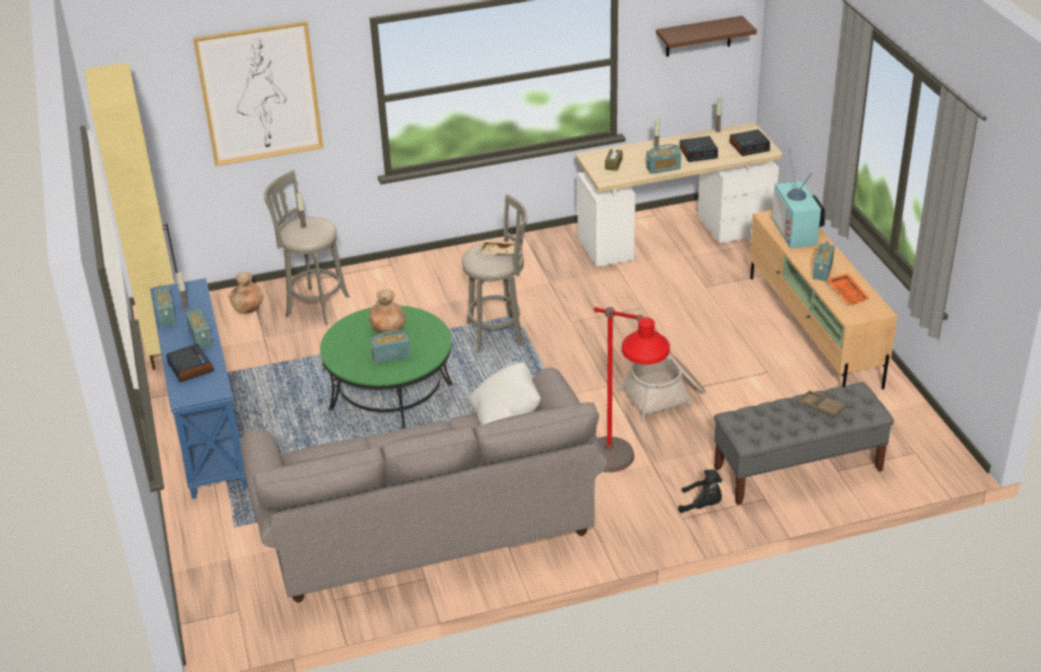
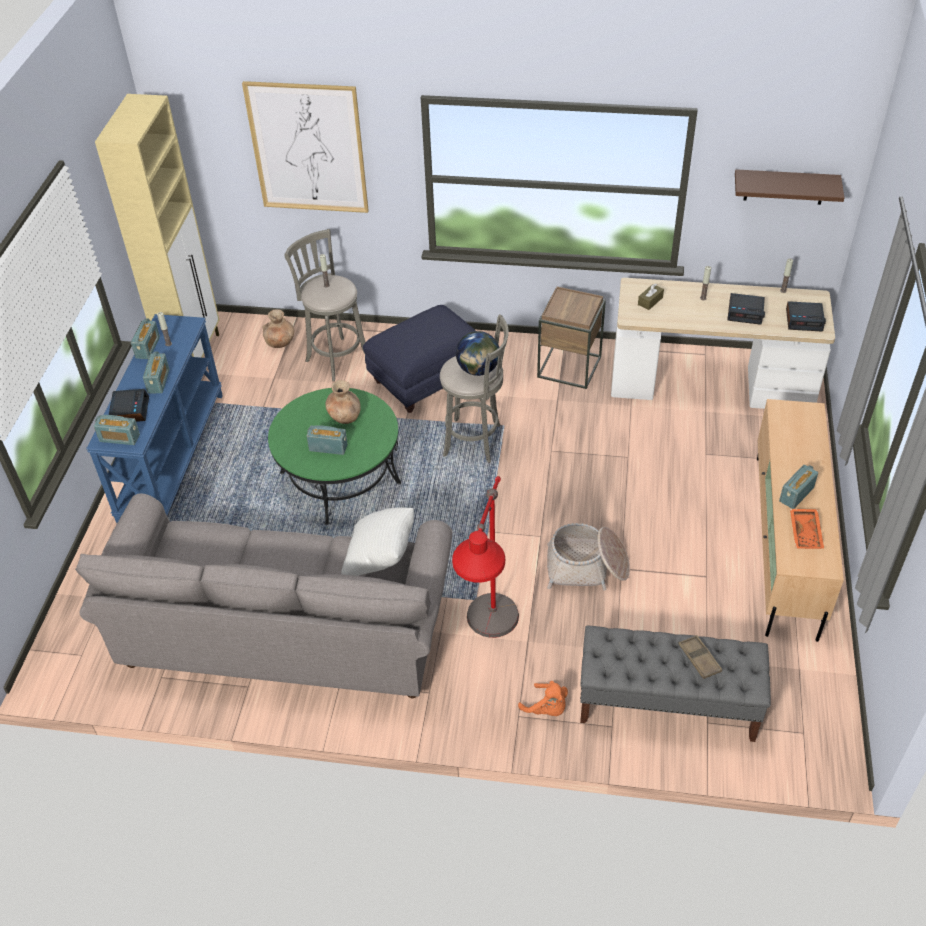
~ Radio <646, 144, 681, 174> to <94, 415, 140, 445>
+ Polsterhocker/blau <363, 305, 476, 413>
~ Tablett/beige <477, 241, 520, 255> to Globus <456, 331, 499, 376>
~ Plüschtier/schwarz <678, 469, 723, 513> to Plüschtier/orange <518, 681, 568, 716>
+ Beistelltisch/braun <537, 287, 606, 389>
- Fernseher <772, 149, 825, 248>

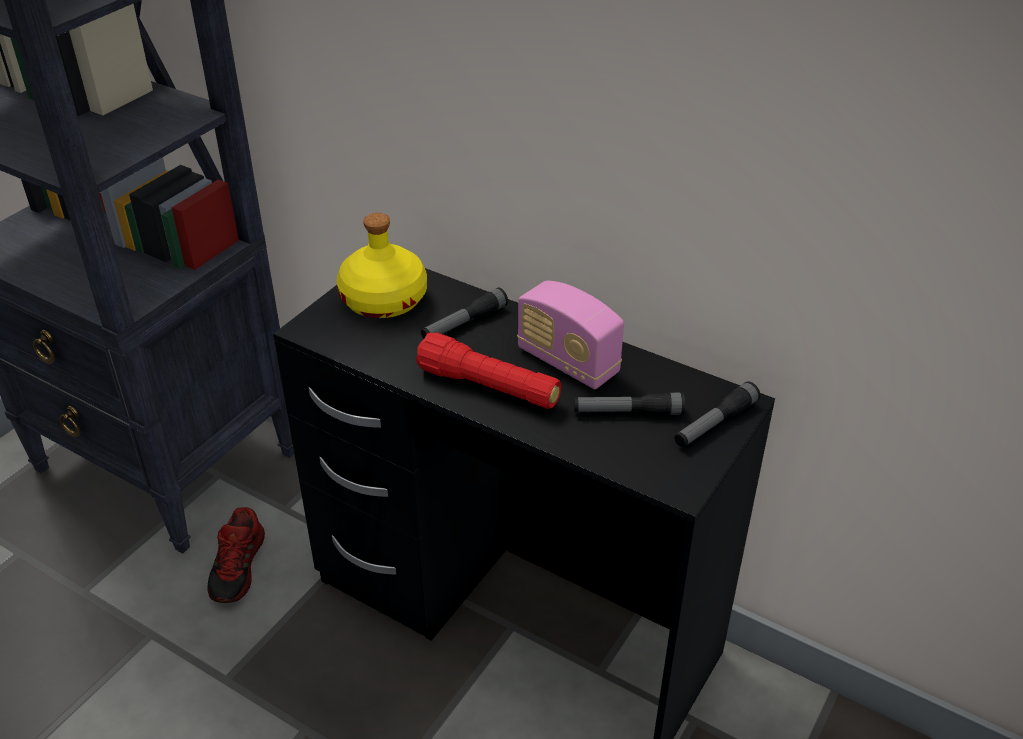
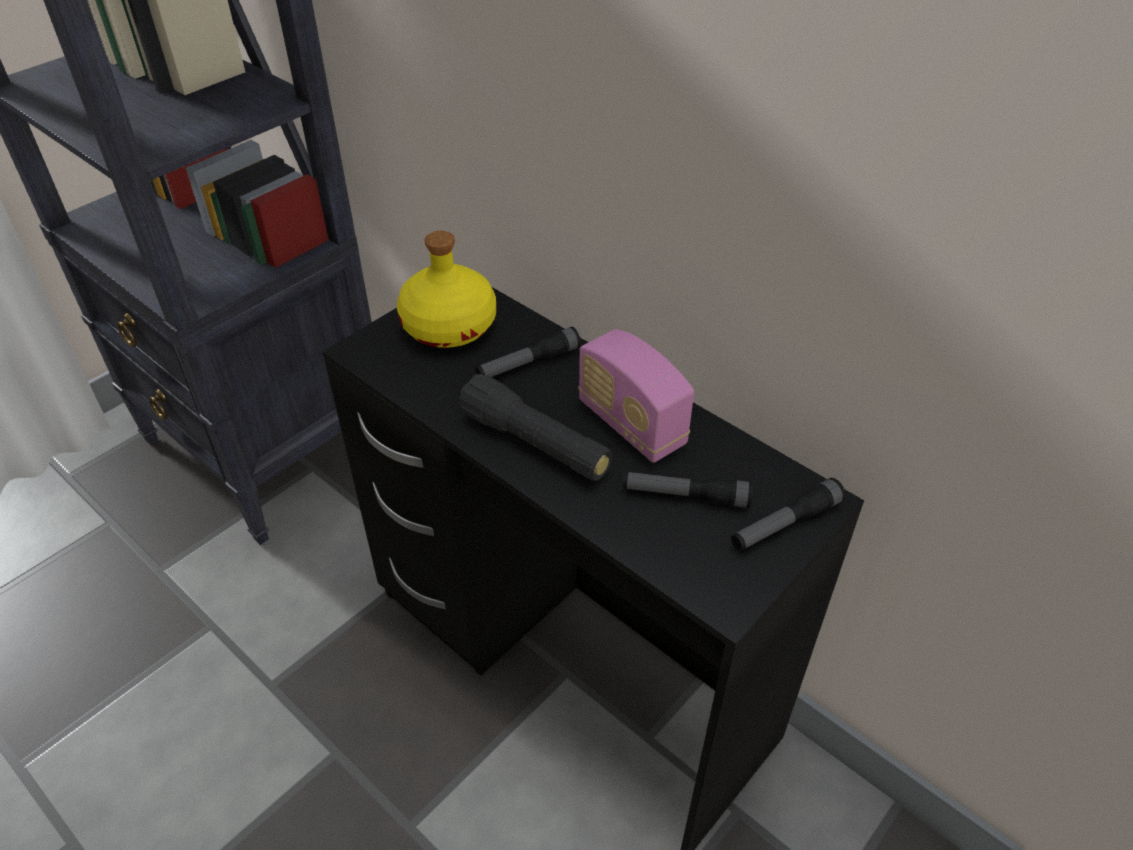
~ Taschenlampe/rot <416, 333, 562, 409> to Taschenlampe/schwarz <458, 374, 612, 481>
- Schuh <207, 507, 265, 603>

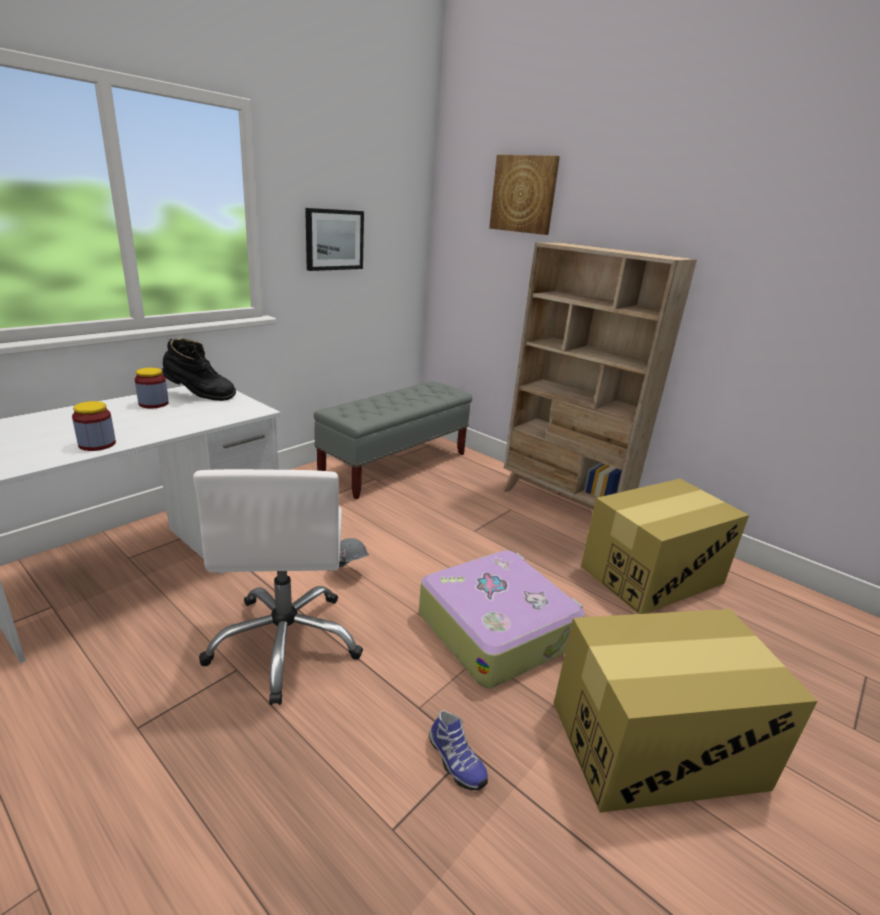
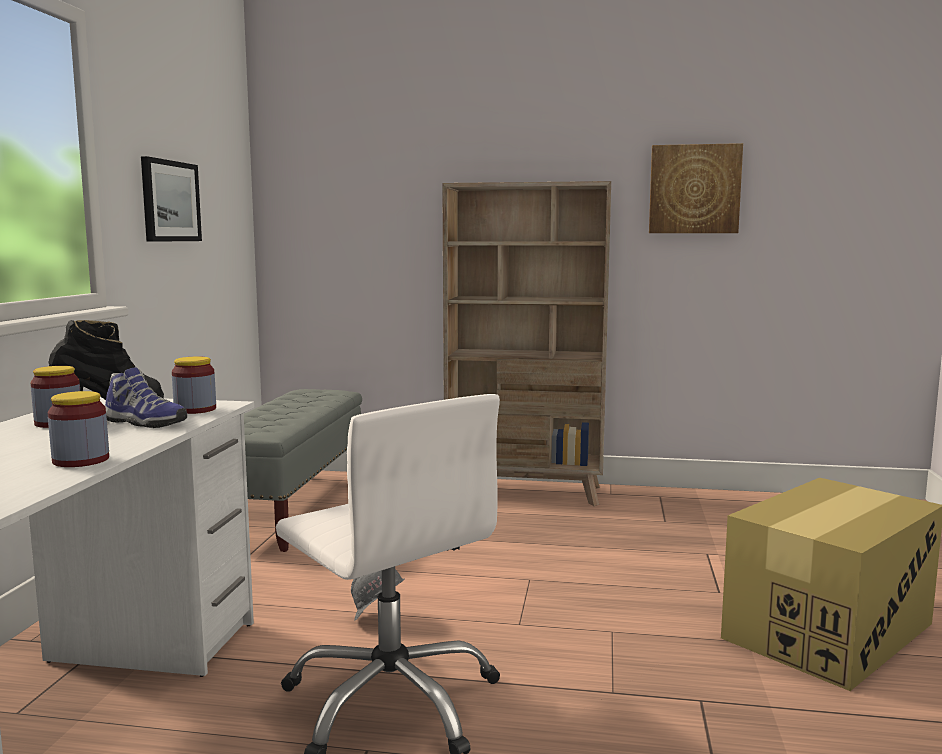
~ Schuh <429, 710, 488, 790> to <105, 367, 187, 428>
+ Vorratsglas <172, 357, 216, 414>
~ Bild <489, 155, 560, 235> to <649, 143, 743, 233>
- Koffer <419, 550, 585, 688>
- Karton <581, 479, 749, 614>

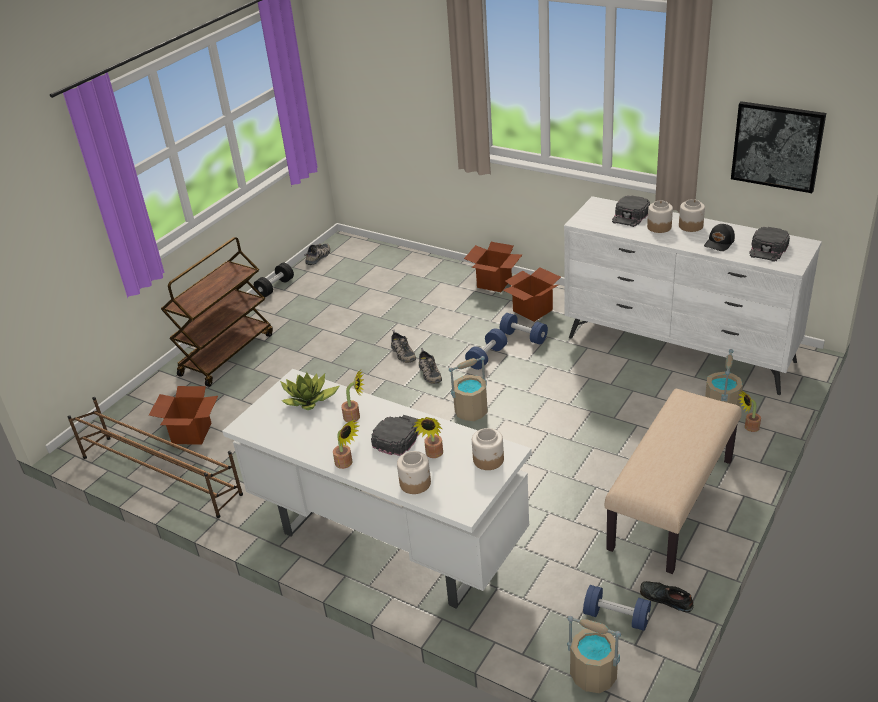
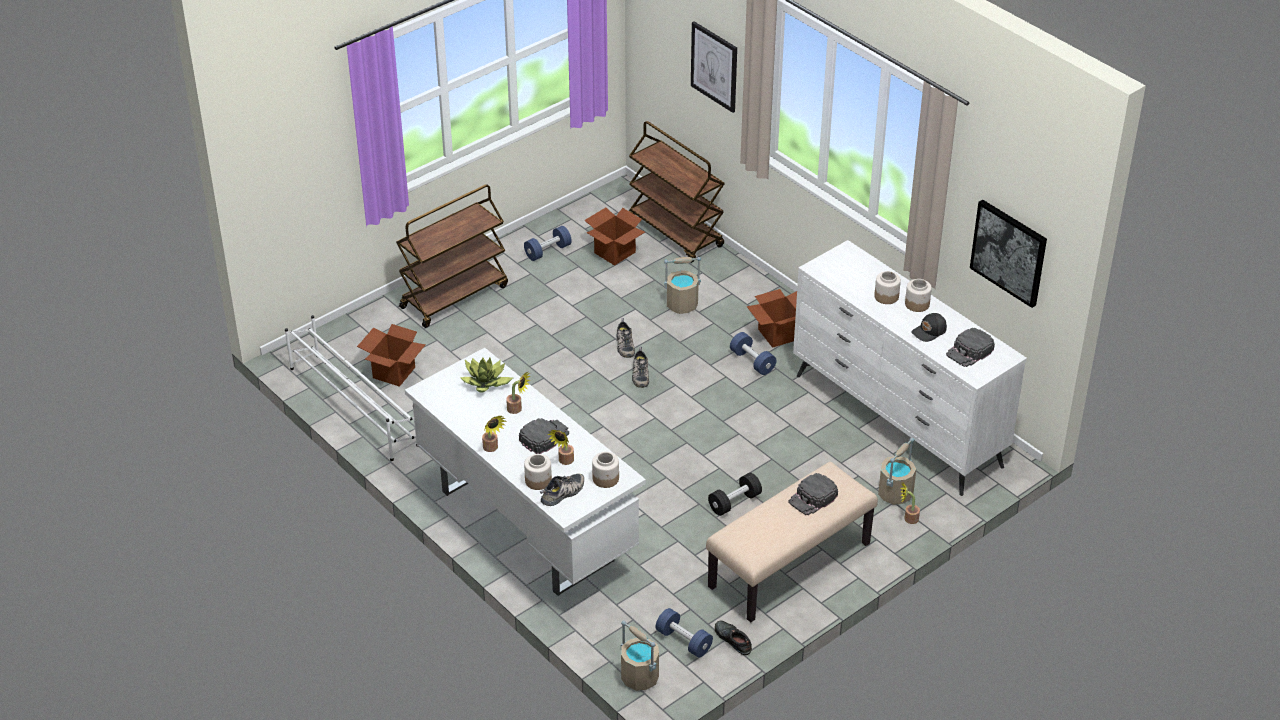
~ Schuhregal/braun <68, 397, 243, 518> to Schuhregal/weiß <285, 315, 418, 461>
~ Hantel/blau <465, 328, 507, 370> to <524, 226, 572, 261>
~ Schuh <304, 243, 330, 265> to <540, 474, 584, 506>
~ Karton <464, 242, 522, 292> to <585, 207, 645, 266>
+ Rollwagen/braun <629, 121, 725, 263>
~ Eimer/beige <449, 356, 488, 421> to <664, 257, 701, 314>
+ Bild <691, 21, 737, 113>
~ Hantel/schwarz <254, 262, 294, 297> to <708, 473, 762, 516>
~ Kappe/schwarz <612, 195, 650, 227> to <789, 473, 838, 515>

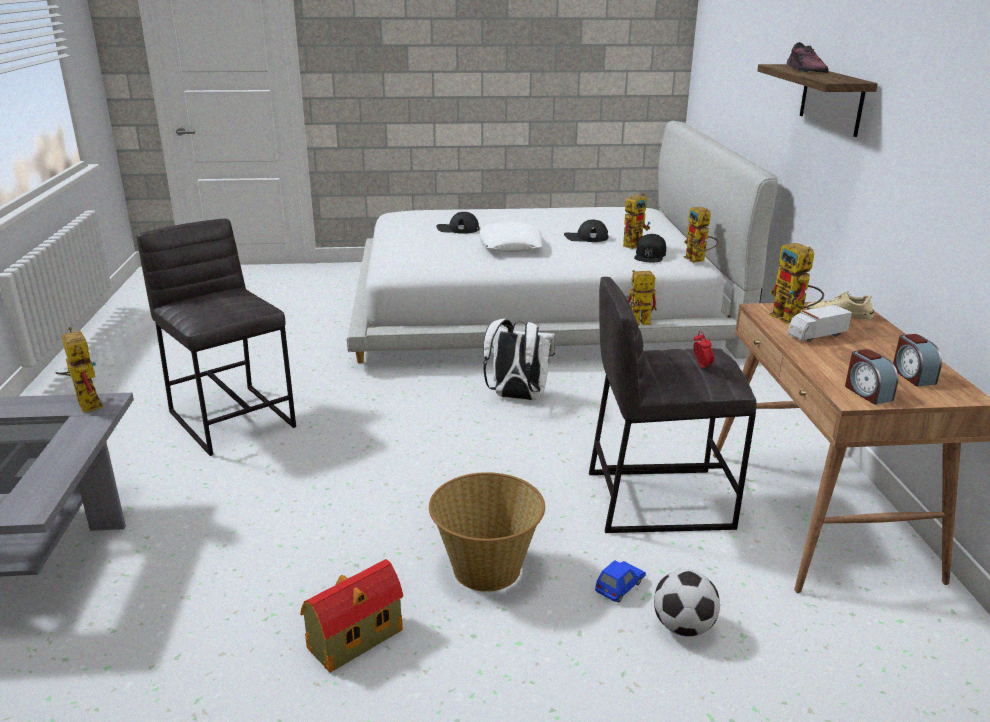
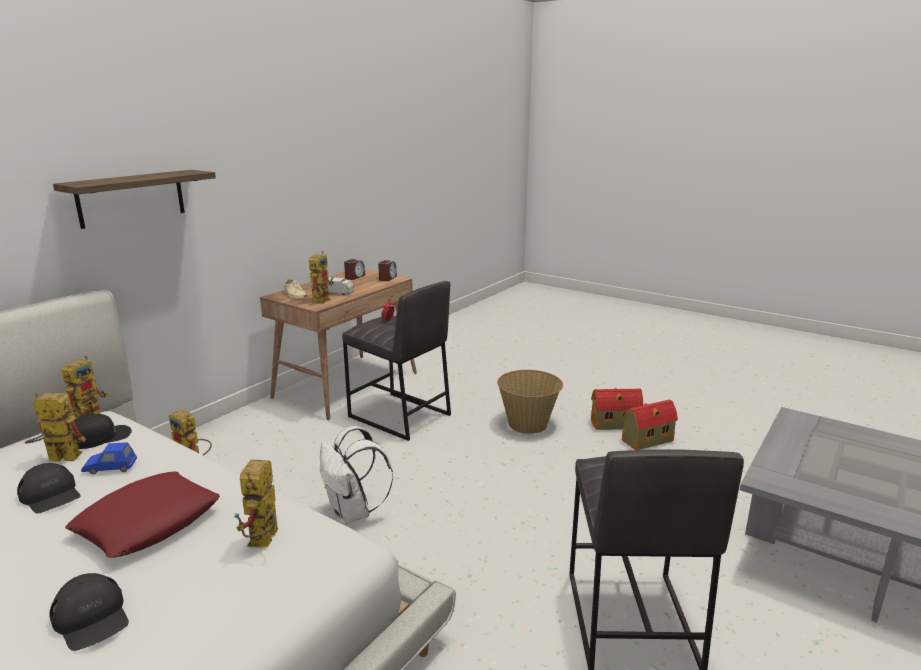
~ Kissen/weiß <480, 222, 542, 252> to Kissen/rot <65, 471, 220, 558>
~ Spielzeugauto/blau <595, 560, 646, 603> to <81, 442, 137, 474>
~ Spielzeugroboter <56, 327, 103, 413> to <234, 460, 278, 548>
+ Spielzeughaus <622, 399, 678, 450>
- Fußball <654, 569, 720, 637>
- Schuh <787, 42, 829, 73>

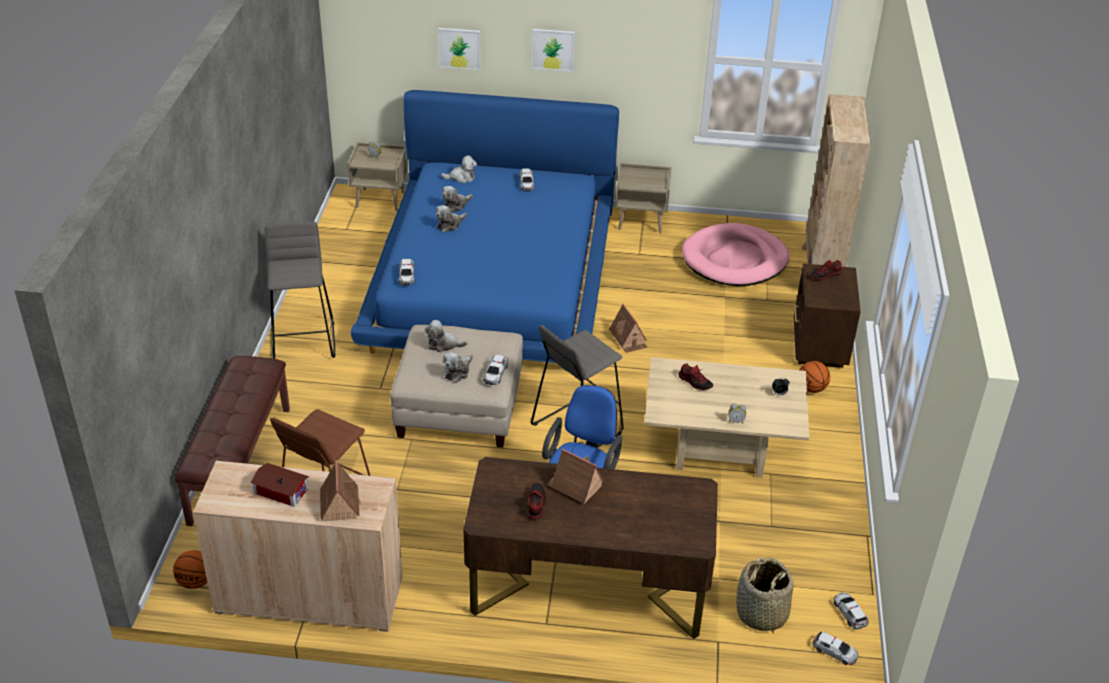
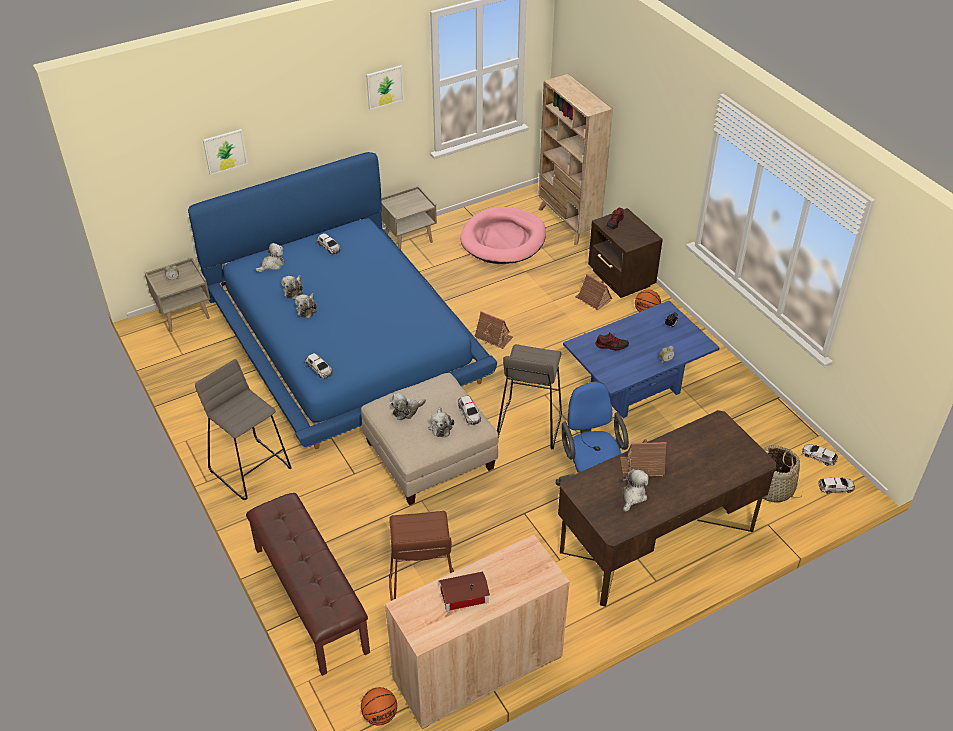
~ Bild <532, 29, 575, 72> to <366, 65, 404, 110>
~ Couchtisch/beige <645, 357, 809, 478> to Couchtisch/blau <563, 301, 720, 418>
~ Spielzeughaus <320, 460, 361, 521> to <575, 274, 612, 310>
~ Schuh <527, 483, 546, 520> to Plüschtier <622, 469, 649, 512>

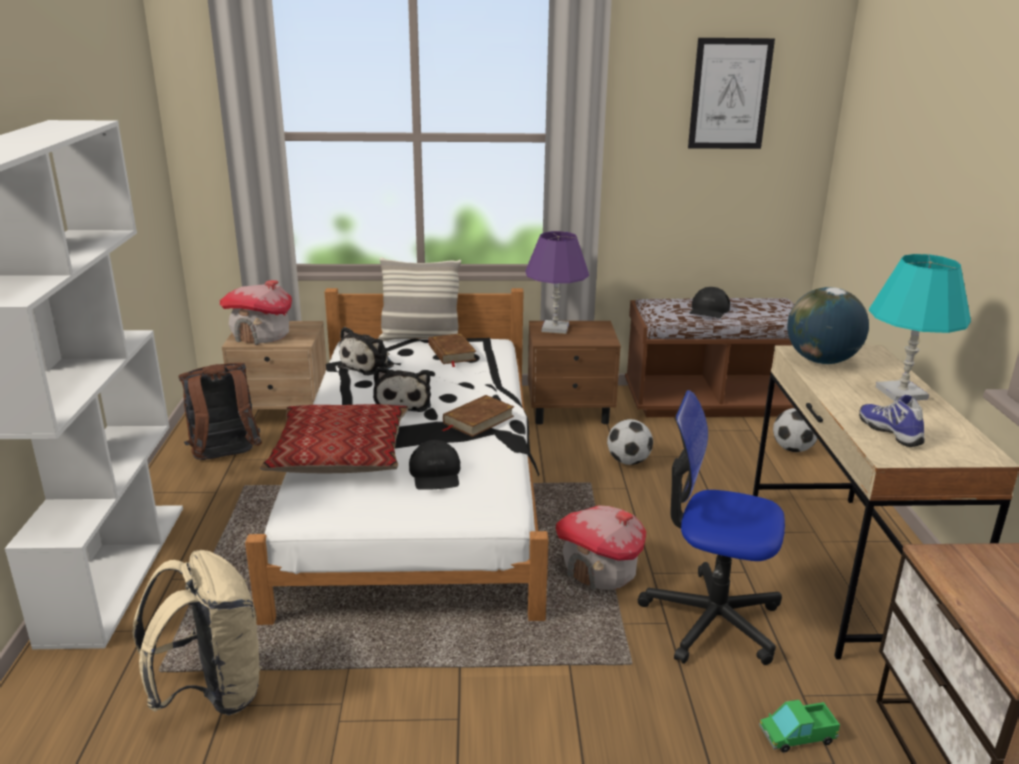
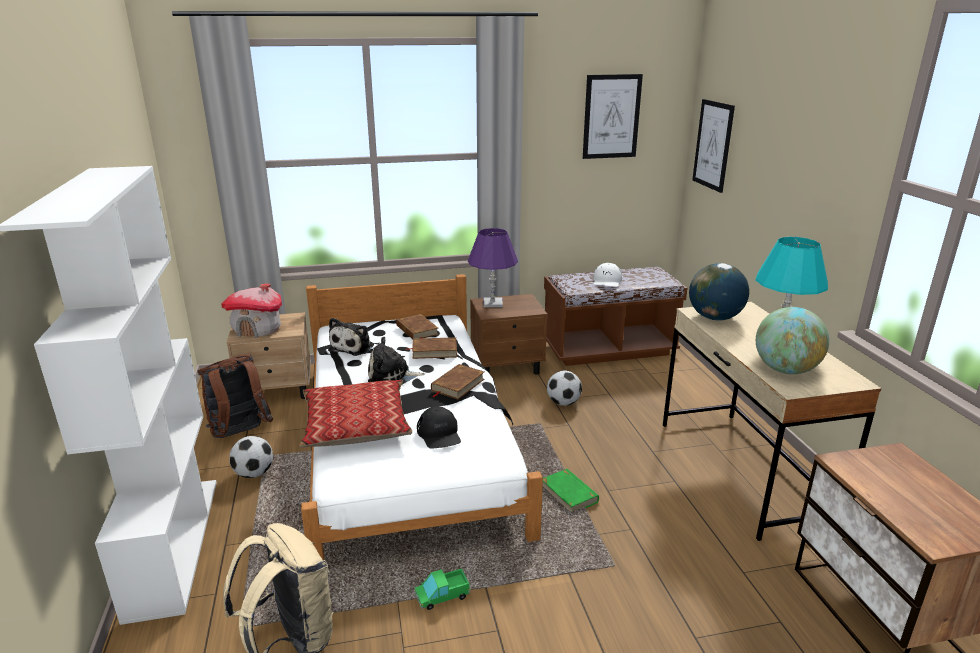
~ Fußball <773, 408, 818, 452> to <229, 436, 273, 478>
~ Plüschtier <373, 367, 431, 412> = <368, 337, 425, 384> 105 degrees clockwise
+ Buch/braun <405, 337, 457, 359>
~ Spielzeuglaster <759, 700, 840, 753> to <414, 568, 470, 610>
~ Spielzeughaus <556, 505, 646, 590> to Buch/grün <543, 469, 599, 512>
~ Kappe/schwarz <690, 287, 730, 318> to Kappe/weiß <593, 263, 622, 287>
+ Bild <692, 99, 735, 193>
~ Schuh <859, 395, 925, 447> to Globus <756, 307, 829, 374>
- Kissen <378, 257, 461, 341>
- Bürostuhl <638, 390, 785, 665>

